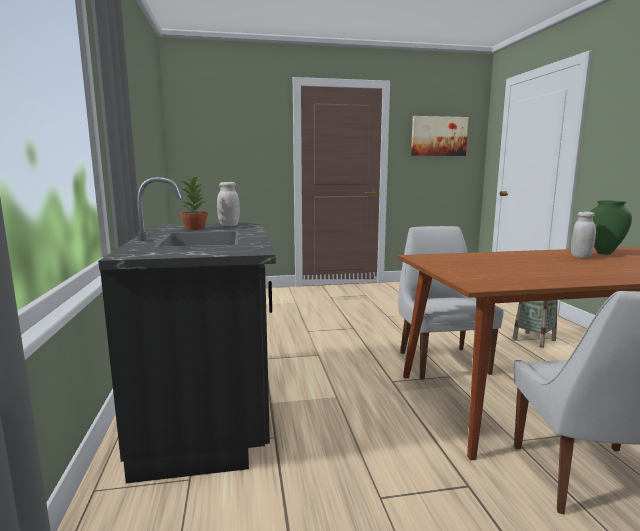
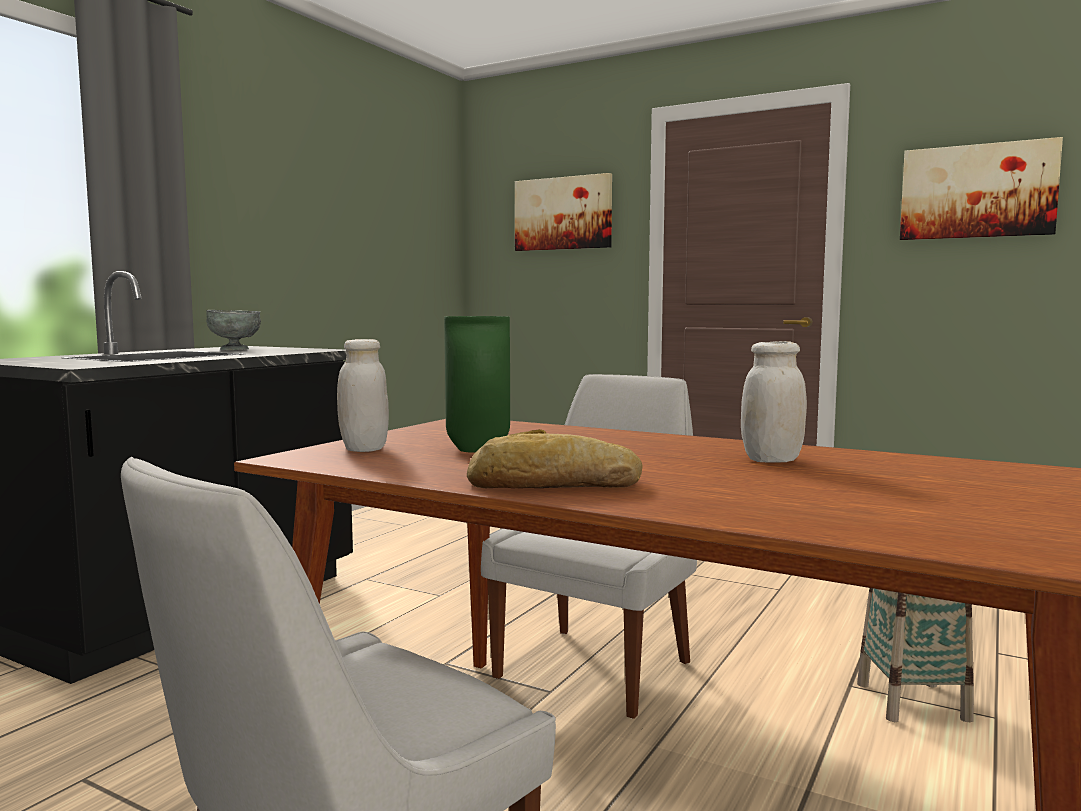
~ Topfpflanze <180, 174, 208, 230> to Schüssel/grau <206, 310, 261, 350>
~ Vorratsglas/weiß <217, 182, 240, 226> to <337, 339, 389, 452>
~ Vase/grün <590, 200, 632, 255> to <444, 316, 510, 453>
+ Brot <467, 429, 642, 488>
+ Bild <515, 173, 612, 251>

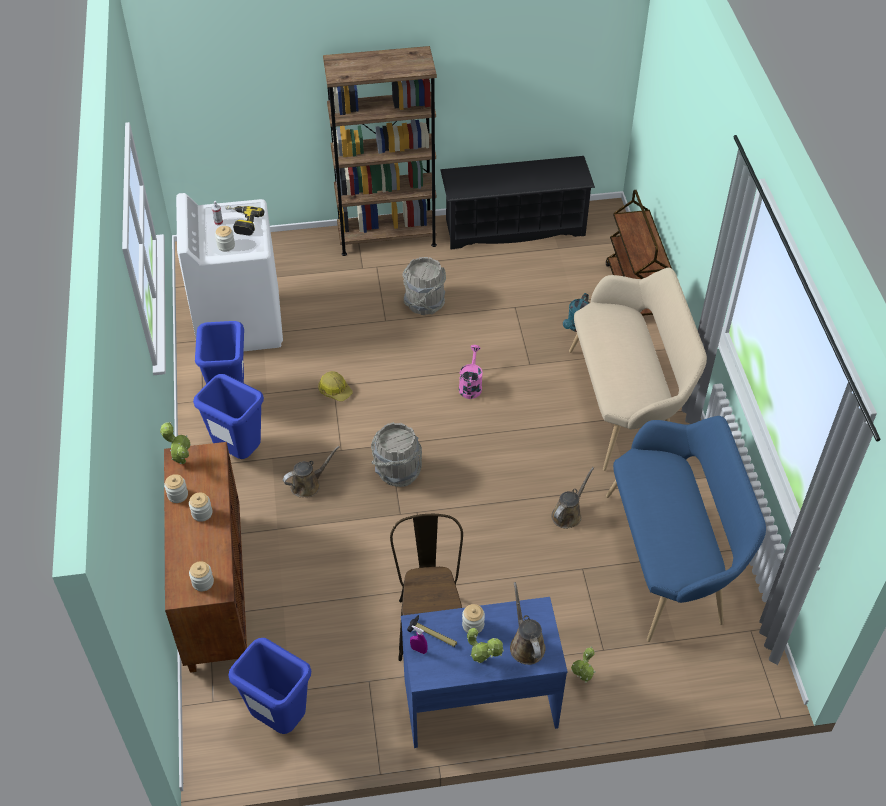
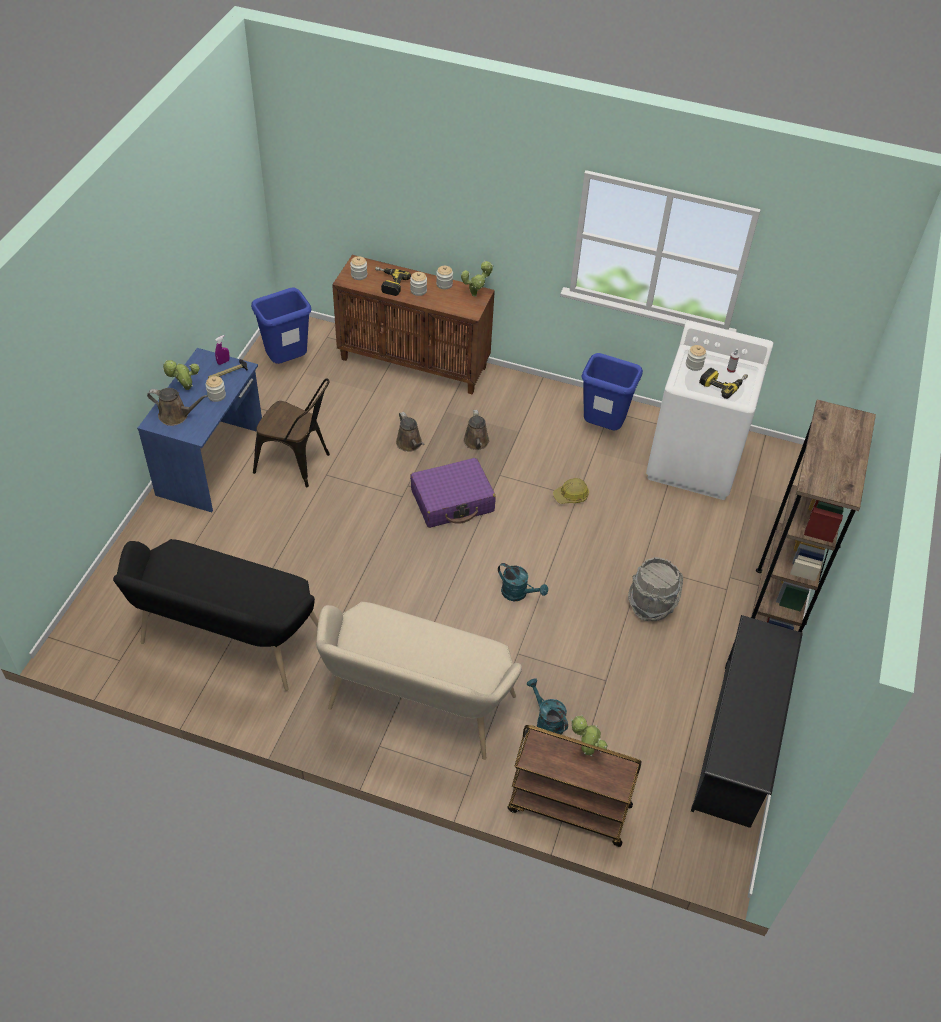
~ Bank/blau <606, 416, 766, 642> to Bank/schwarz <113, 539, 318, 691>
+ Bohrmaschine <375, 267, 411, 296>
~ Gießkanne/braun <552, 467, 594, 529> to <396, 412, 425, 452>
~ Eimer/grau <371, 422, 422, 487> to Koffer/lila <410, 458, 496, 528>
~ Gießkanne/rosa <459, 345, 483, 399> to Gießkanne/türkis <498, 563, 548, 601>
~ Topfpflanze <571, 647, 596, 683> to <571, 715, 608, 757>
- Mülleimer/blau <193, 374, 264, 459>

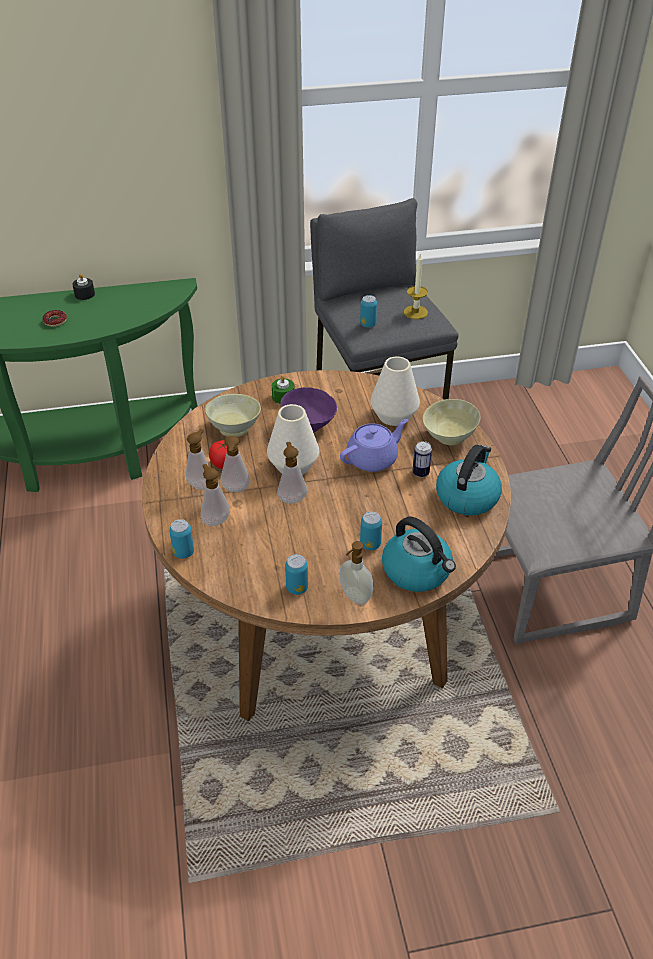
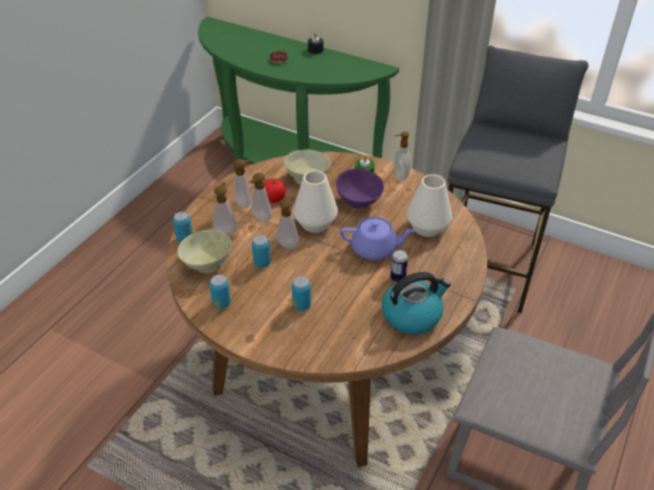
~ Schüssel/beige <423, 399, 480, 445> to <177, 230, 232, 273>
~ Dose <360, 295, 377, 327> to <252, 235, 271, 268>
~ Seifenspender <339, 541, 373, 605> to <394, 132, 411, 182>
- Wasserkessel <382, 517, 456, 592>
- Kerze <403, 254, 428, 319>

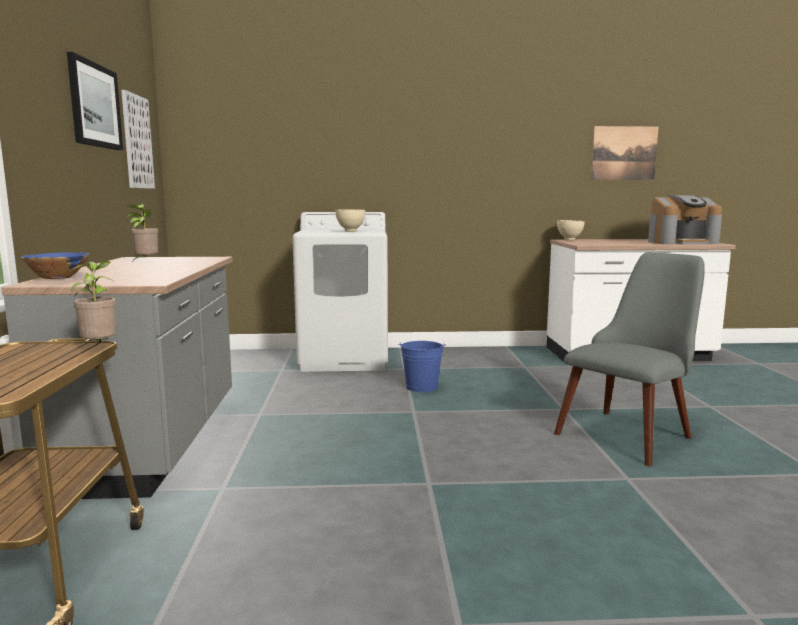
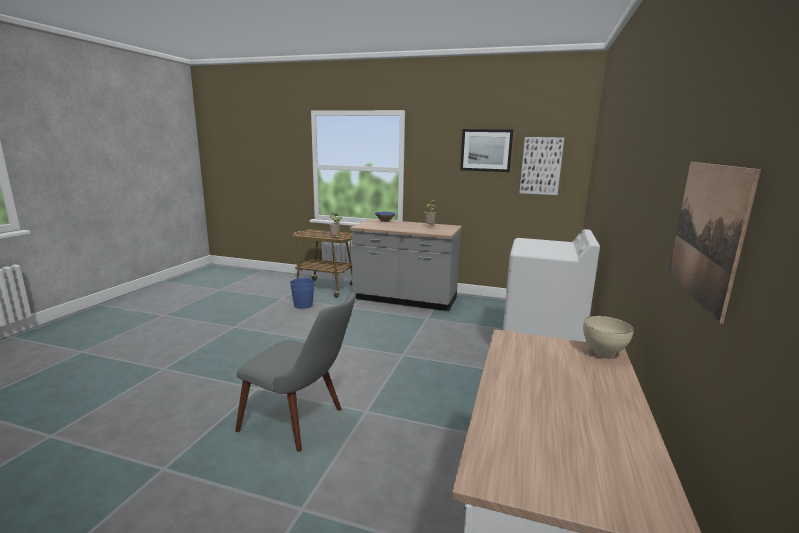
~ Stuhl/grau <554, 252, 705, 466> = <235, 292, 355, 452> 45 degrees counterclockwise
~ Eimer/blau <398, 341, 446, 392> to <290, 277, 315, 309>
- Schüssel/beige <335, 209, 365, 232>
- Kaffeemaschine <648, 195, 722, 244>

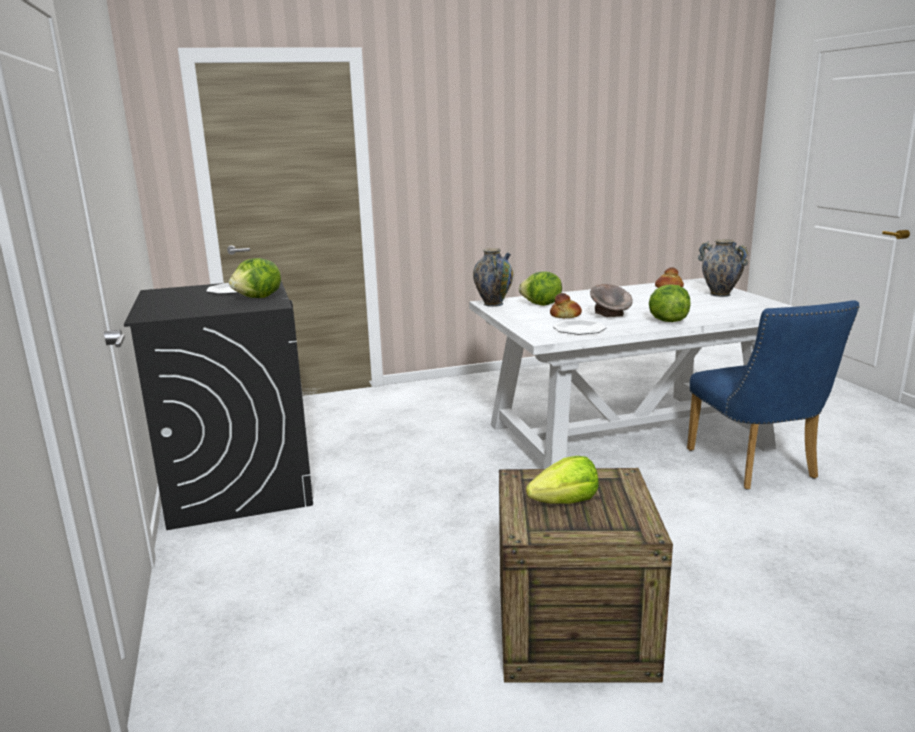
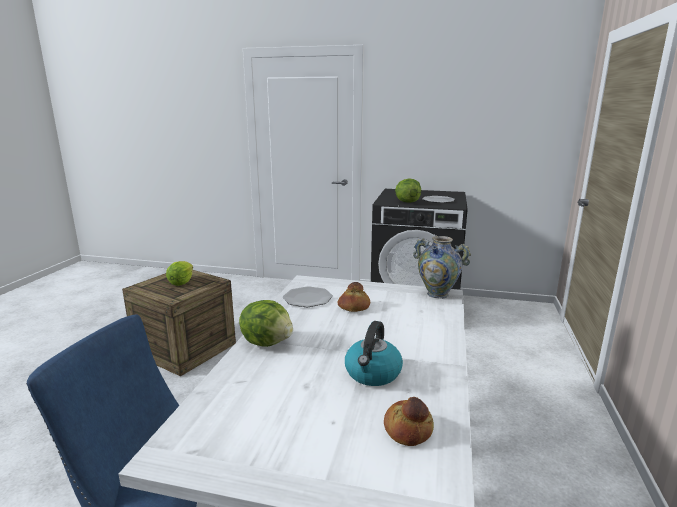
+ Wasserkessel <345, 321, 403, 386>
- Salatkopf <519, 271, 562, 306>
- Schüssel/grau <590, 284, 633, 317>
- Vase <698, 239, 748, 297>

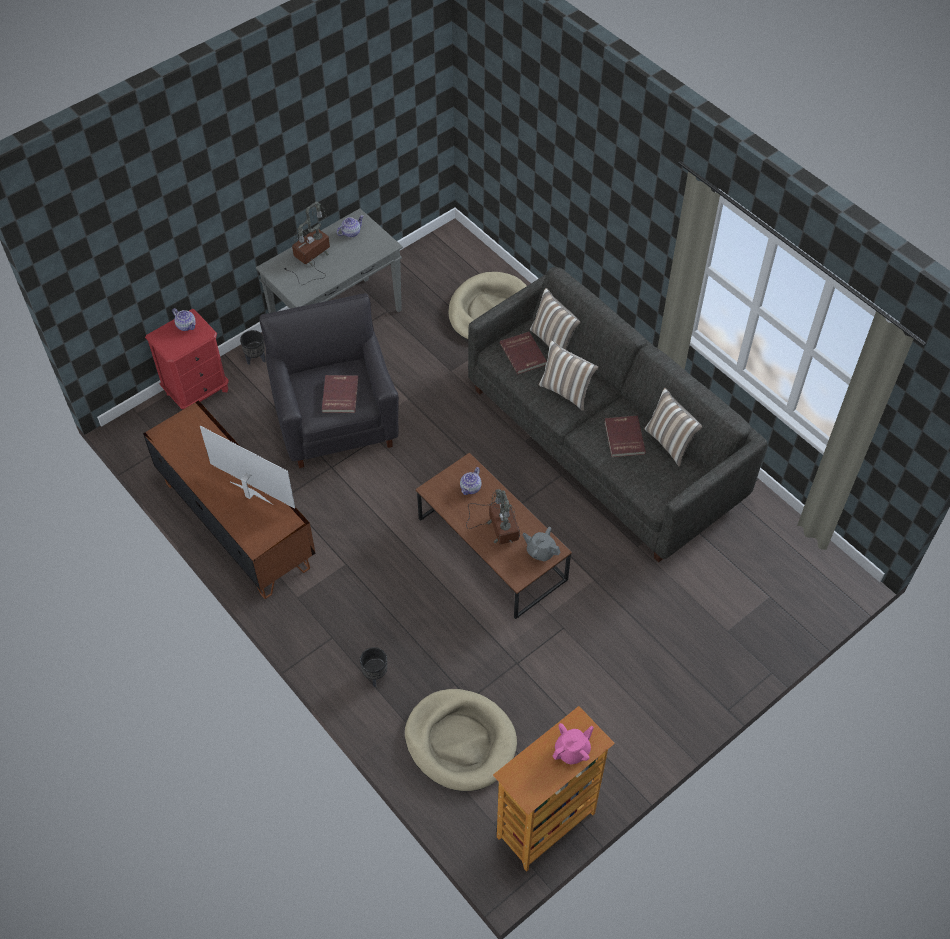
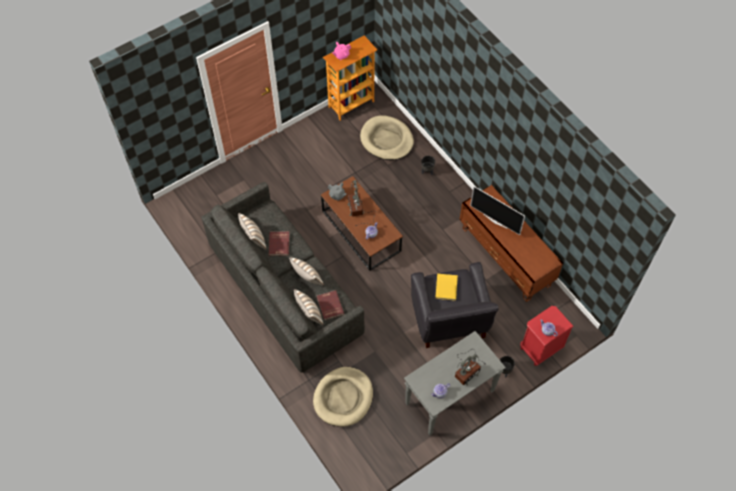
~ Buch/rot <322, 375, 358, 413> to Buch/gelb <435, 274, 458, 301>

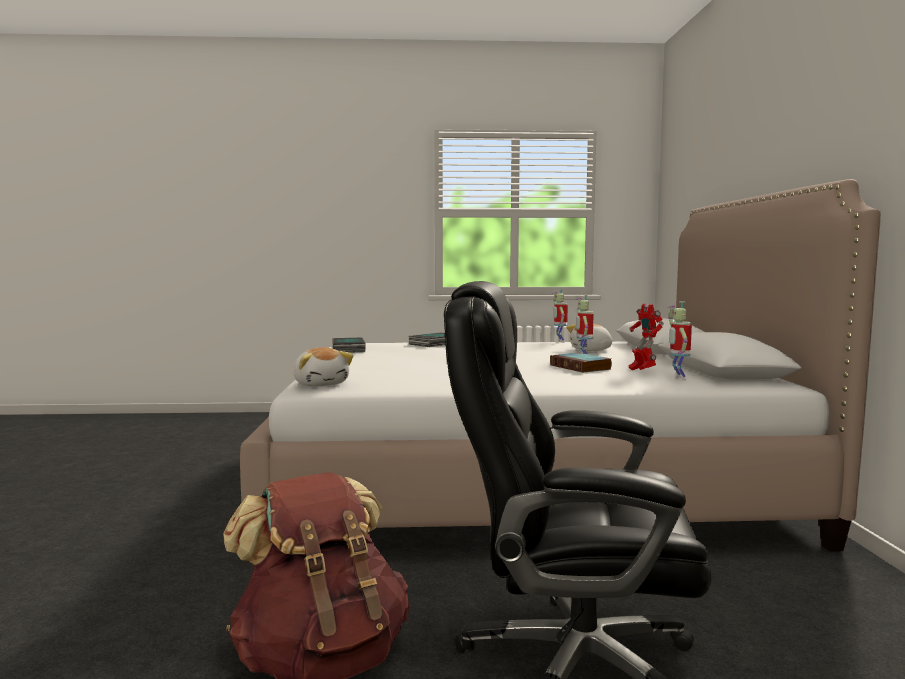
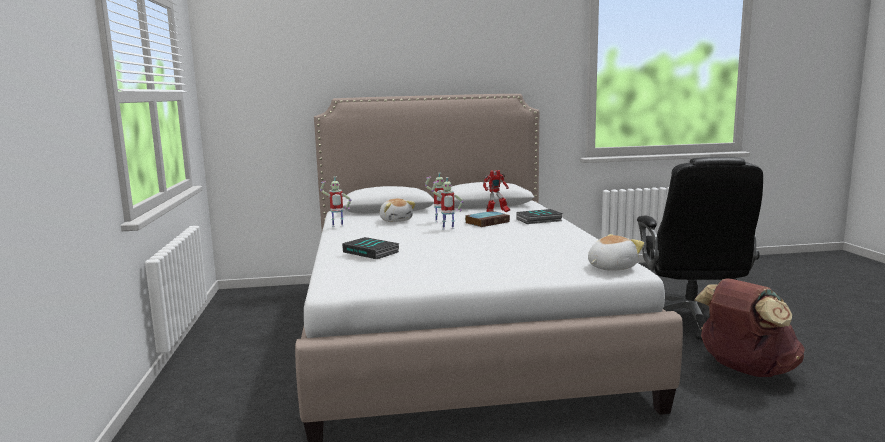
~ Spielzeugroboter <667, 302, 692, 380> to <432, 177, 463, 230>
~ Buch <332, 338, 366, 353> to <516, 209, 563, 224>

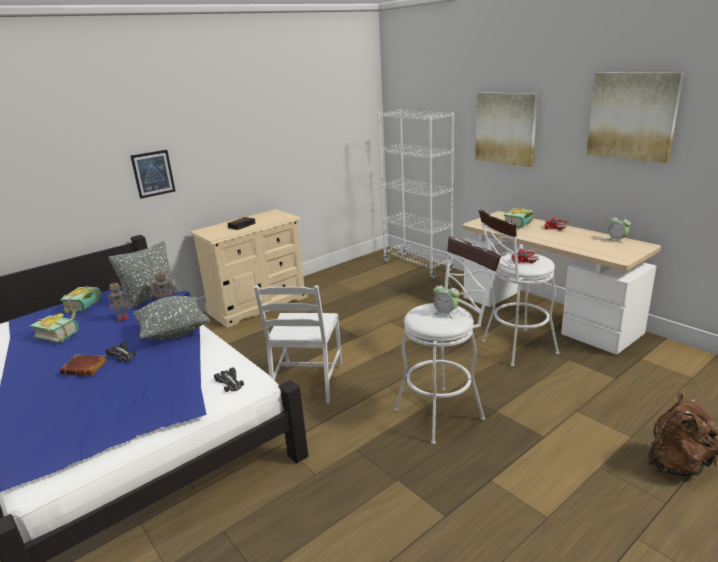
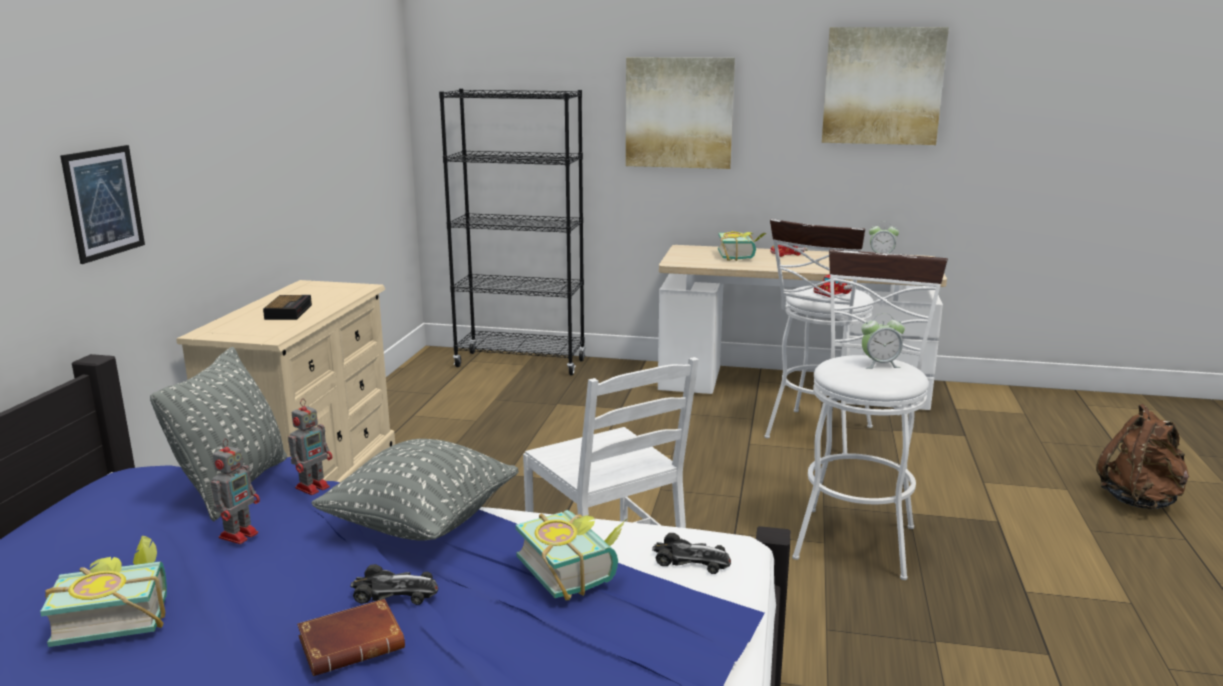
~ Bücherregal/weiß <377, 109, 454, 278> to Bücherregal/schwarz <439, 89, 586, 376>
~ Buch <60, 286, 102, 313> to <515, 510, 627, 601>

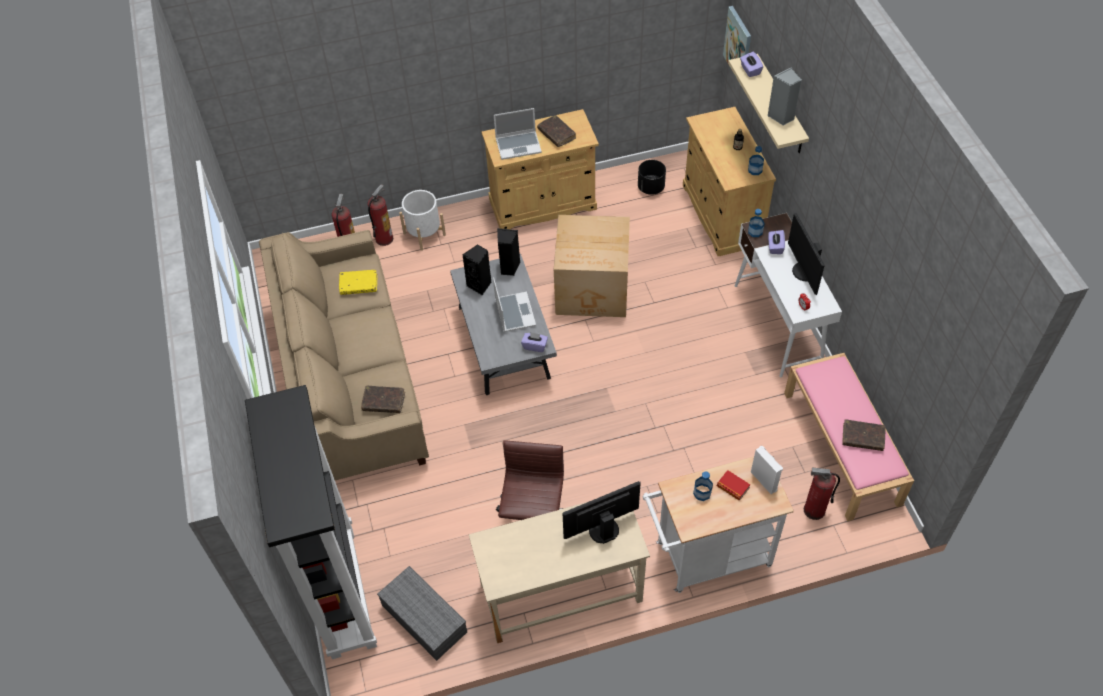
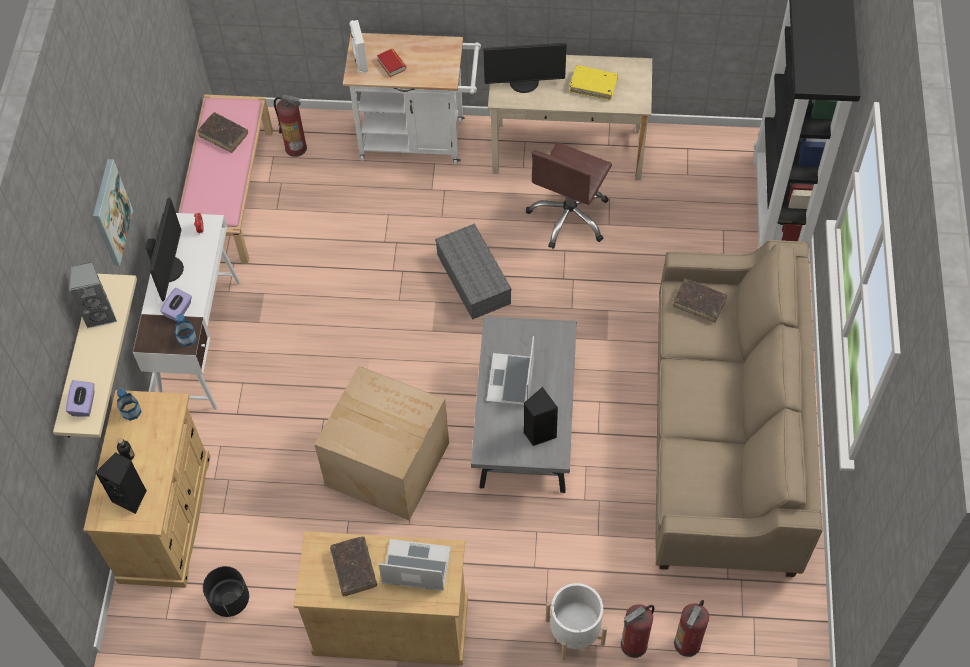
~ Bild <723, 6, 751, 84> to <93, 159, 133, 266>
~ Lautsprecher/schwarz <497, 228, 520, 276> to <95, 452, 147, 514>
~ Aufbewahrungsbox/grau <377, 566, 467, 661> to <435, 223, 511, 320>
~ Buch/gelb <339, 270, 377, 295> to <570, 65, 618, 100>
- Taschentuchbox/lila <521, 332, 548, 352>
- Flasche <693, 471, 713, 501>

